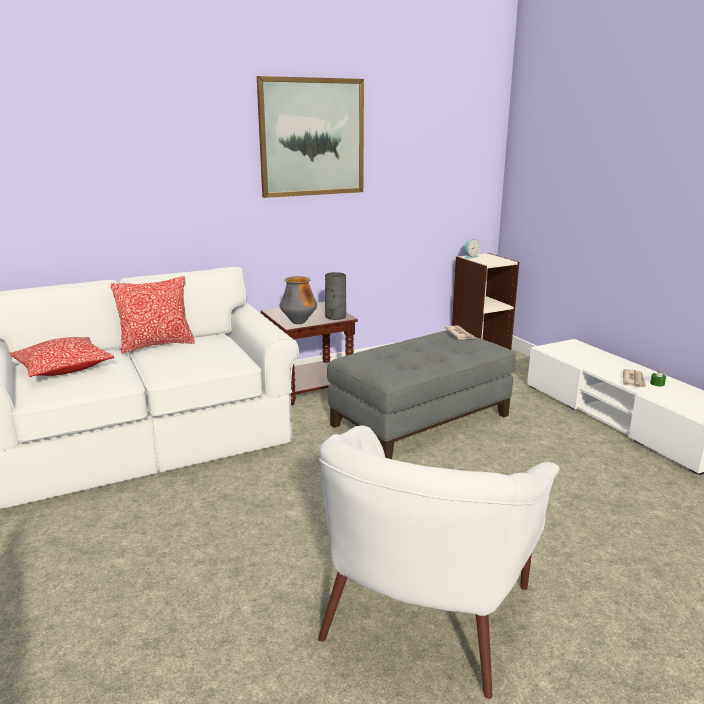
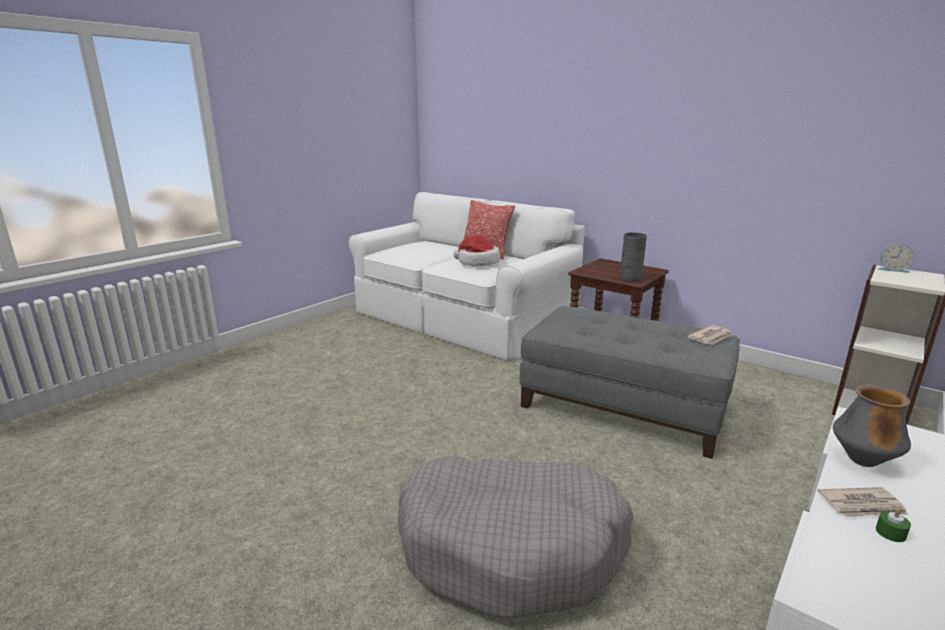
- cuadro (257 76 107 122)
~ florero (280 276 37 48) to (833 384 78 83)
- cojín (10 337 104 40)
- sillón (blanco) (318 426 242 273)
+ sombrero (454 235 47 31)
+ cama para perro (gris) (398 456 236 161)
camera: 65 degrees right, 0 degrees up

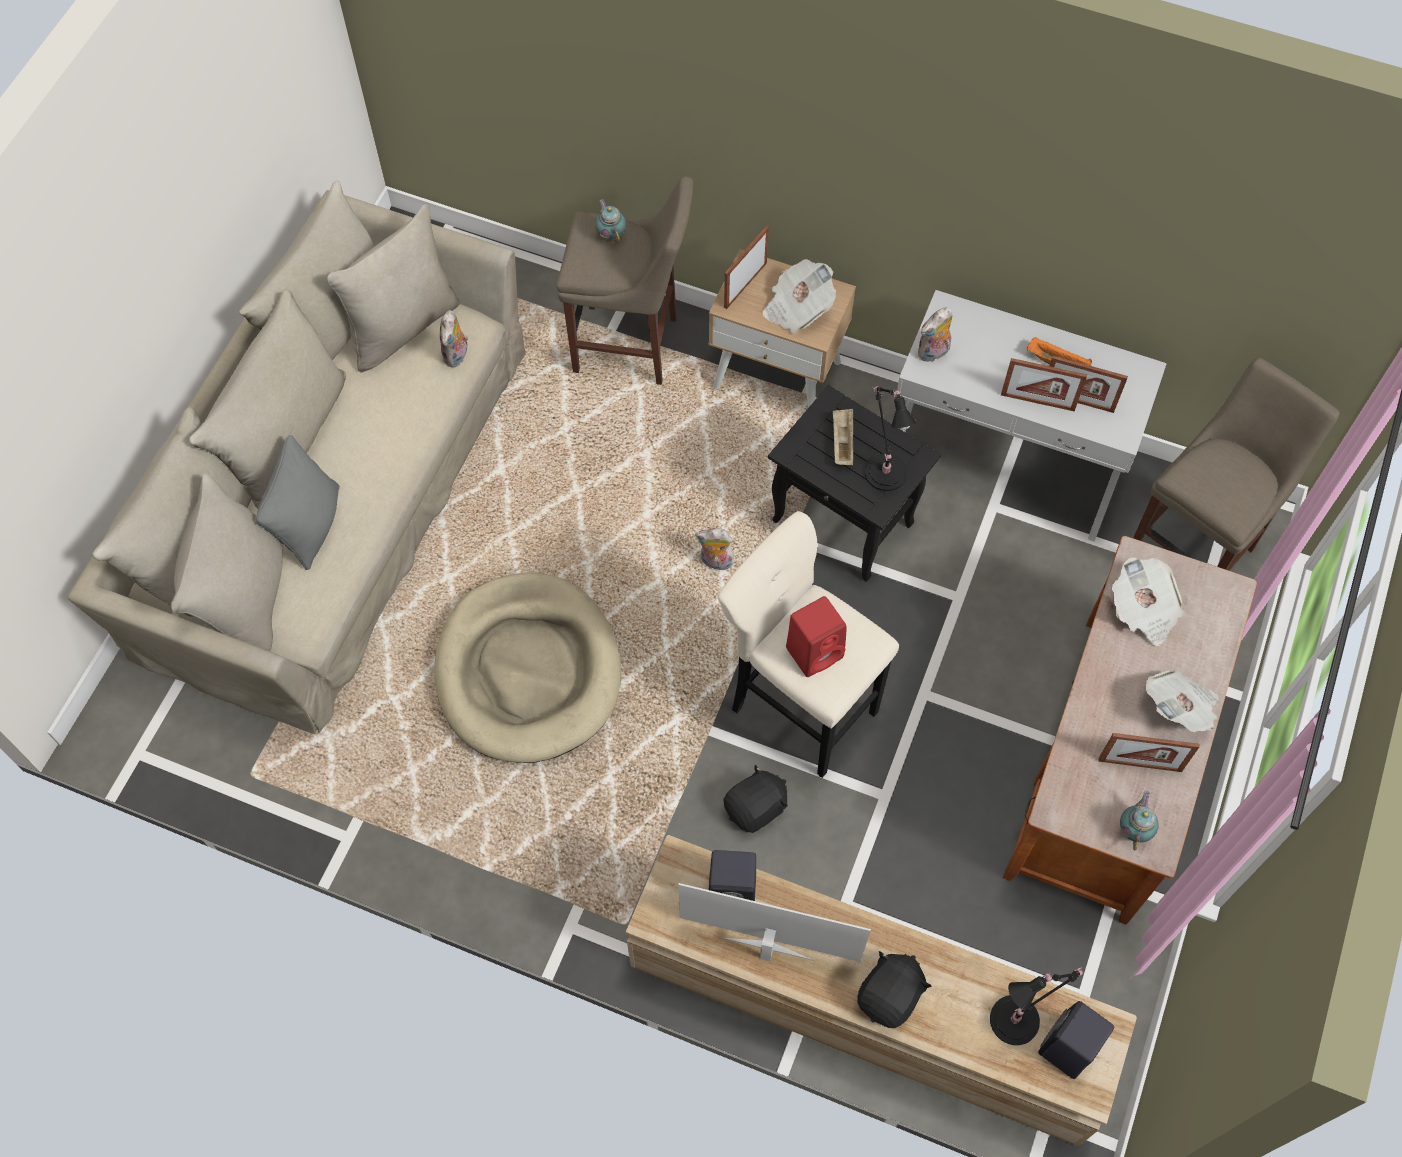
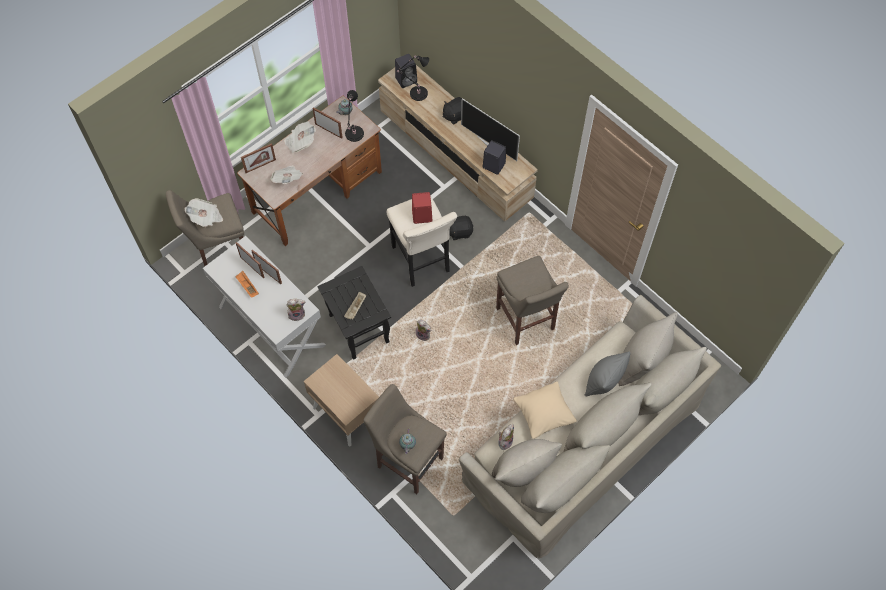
~ portarretratos (724 226 45 83) to (241 143 35 30)
~ periódico (762 259 74 75) to (185 198 38 29)
~ lámpara de mesa (negro) (864 386 53 105) to (345 90 19 52)
~ cama para perro (beis) (434 573 187 190) to taburete (beis) (496 256 73 89)
+ cojín (beis) (513 382 64 57)
camera: 155 degrees left, 0 degrees up

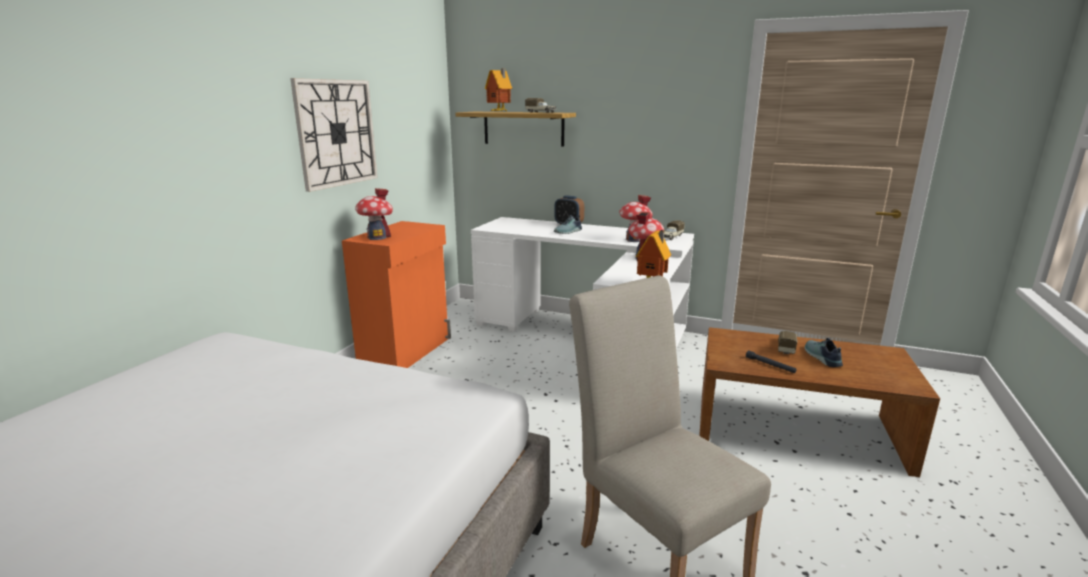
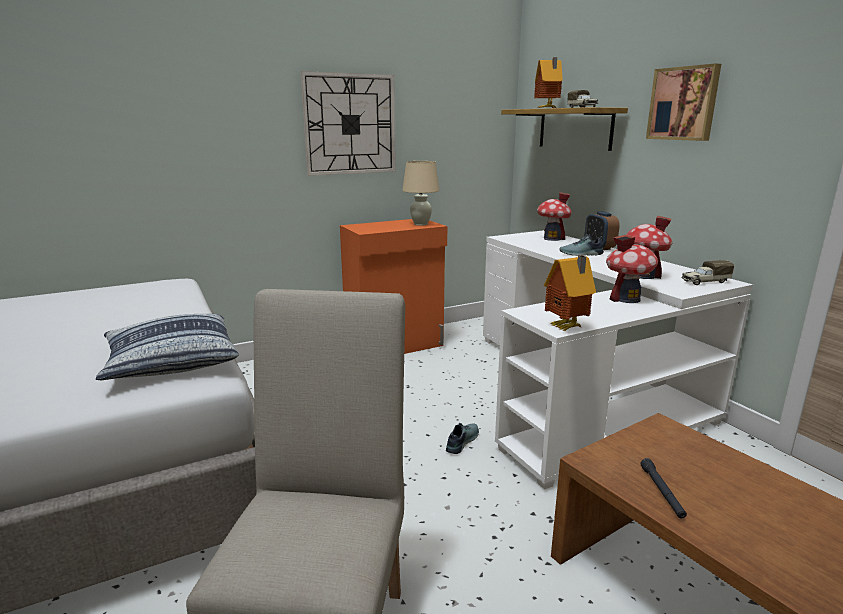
~ casita (355 188 38 52) to (537 192 35 49)
- camión de juguete (778 331 20 24)
~ zapato (805 338 38 29) to (446 423 33 31)
+ cuadro (646 63 75 78)
+ lámpara de mesa (beis) (402 161 37 65)
+ cojín (96 314 143 66)
camera: 40 degrees right, 0 degrees up

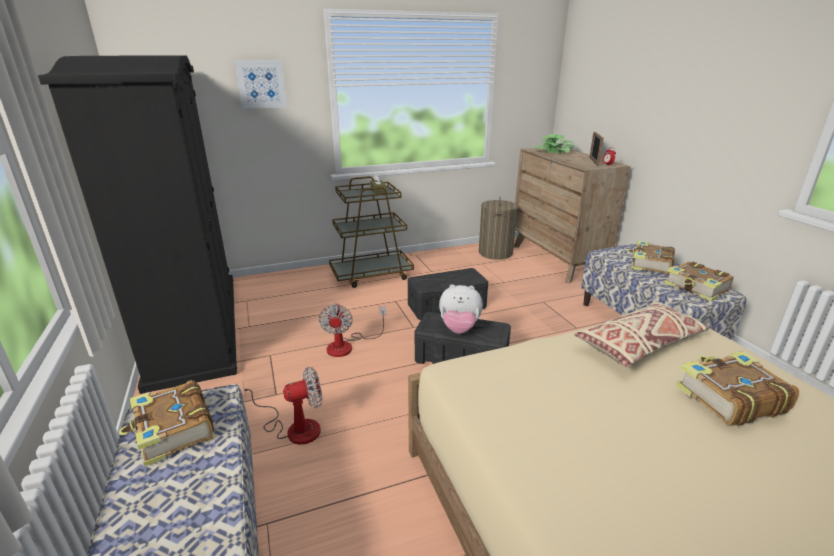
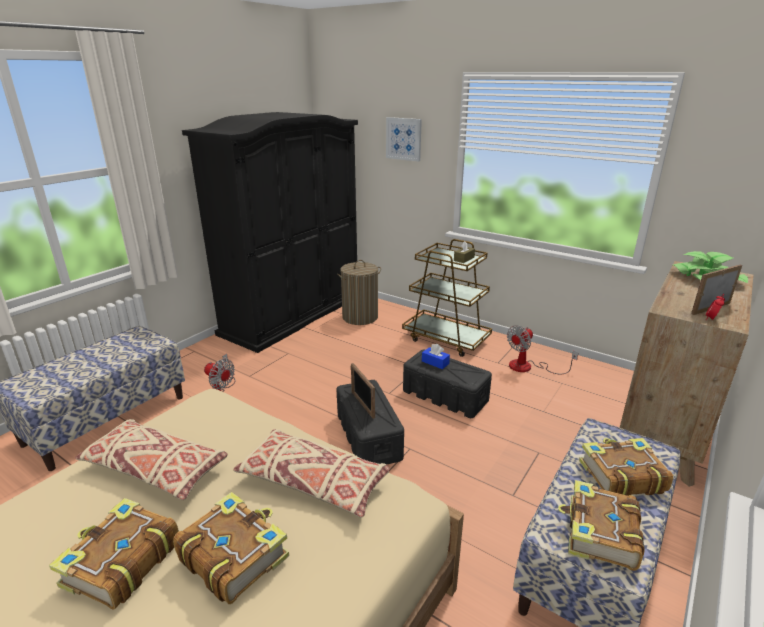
~ cesto de la ropa (479 197 39 63) to (337 260 44 65)
~ peluche (439 284 44 50) to portarretratos (351 363 24 56)
~ ventilador (319 303 67 54) to (507 325 71 49)
~ libro (119 380 95 87) to (49 498 130 111)
+ caja de pañuelos (azul) (422 344 28 25)
+ cojín (beis) (75 419 153 81)
camera: 55 degrees right, 0 degrees up

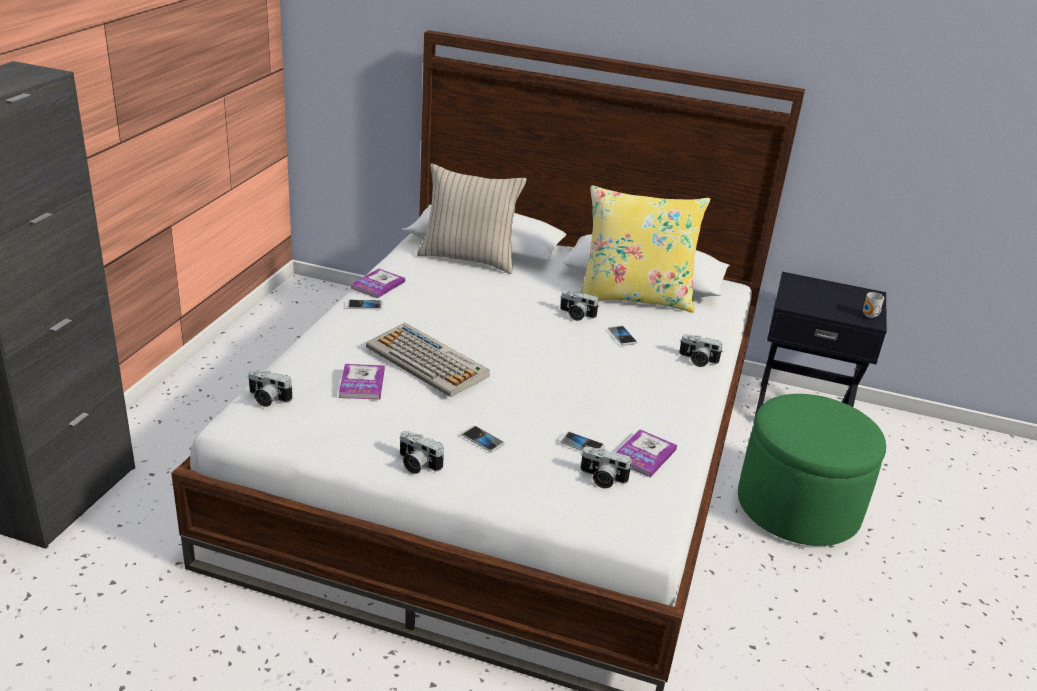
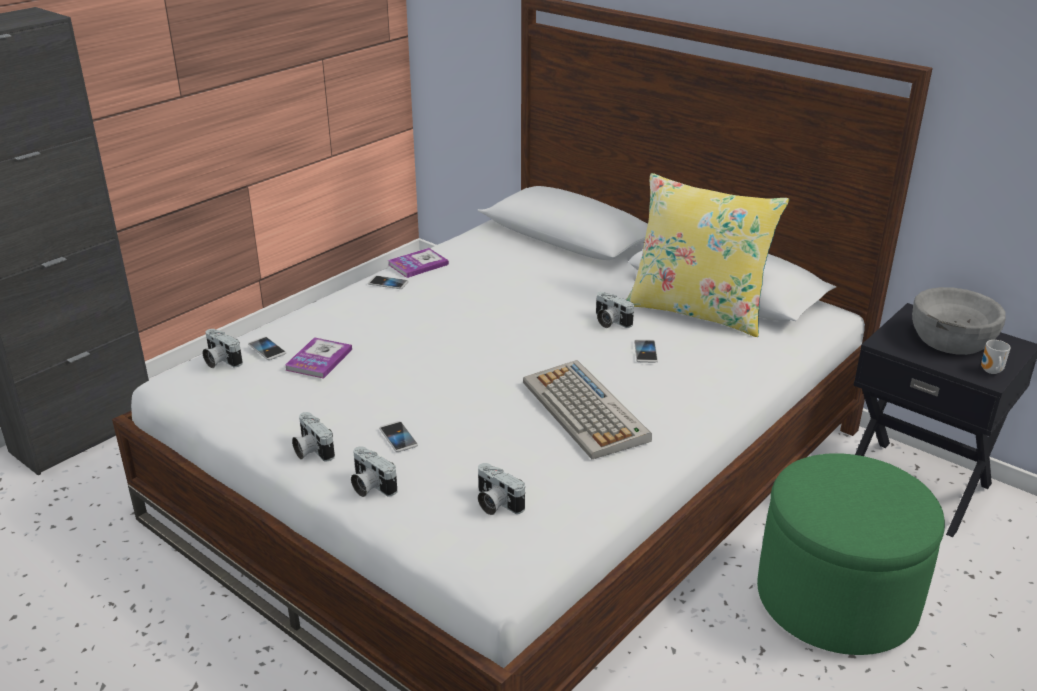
- cojín (beis) (417 164 110 110)
~ teclado (366 323 124 74) to (523 360 129 99)
~ cámara (679 334 44 33) to (351 446 46 51)
- libro (616 429 61 48)
~ móvil (559 432 46 19) to (248 337 38 23)
+ cuenco (gris) (912 287 94 68)
camera: 25 degrees right, 0 degrees up

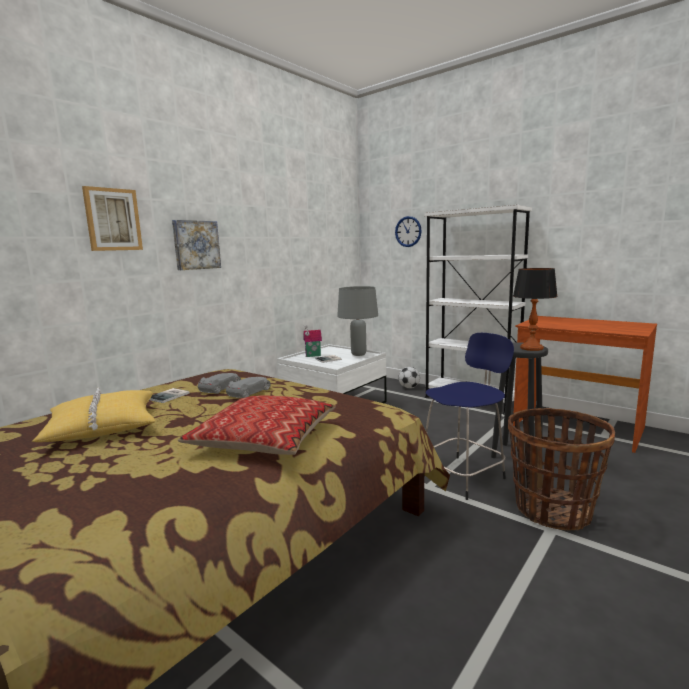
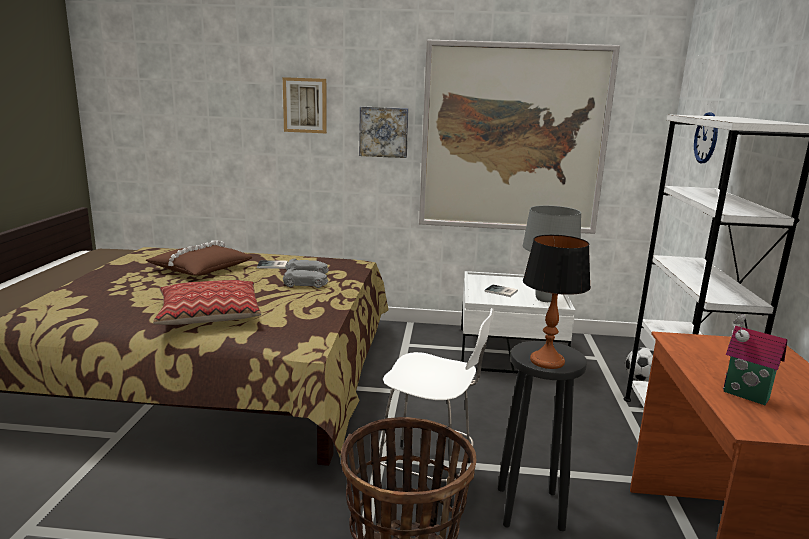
~ casita (303 325 19 32) to (723 313 65 92)
~ taburete (azul) (425 333 89 167) to taburete (blanco) (379 308 115 199)
~ cojín (amarillo) (32 387 124 55) to cojín (marrón) (146 240 107 35)
+ cuadro (419 40 201 194)
camera: 55 degrees right, 5 degrees up

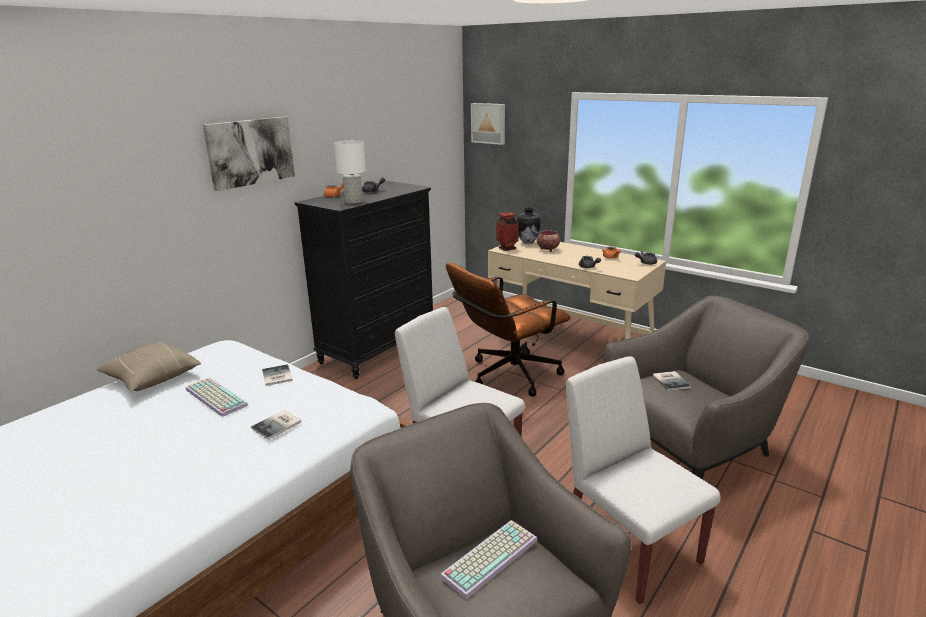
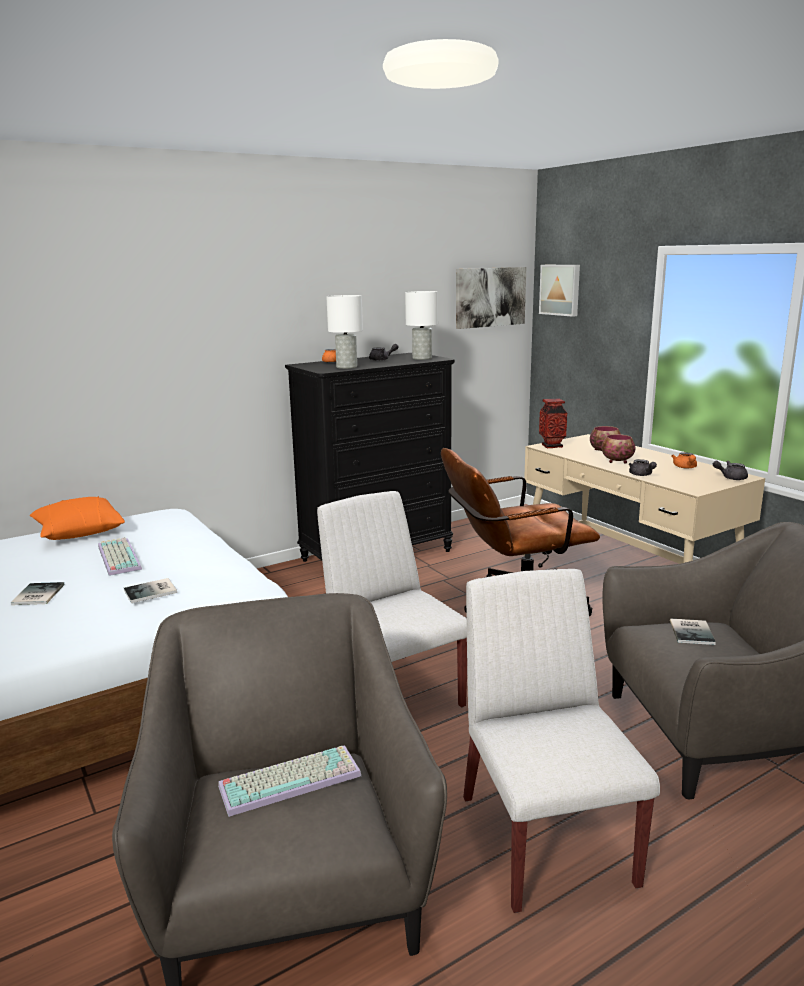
~ cuadro (203 116 92 75) to (456 267 70 62)
- florero (517 208 23 36)
~ cojín (beis) (96 342 105 49) to cojín (naranja) (30 496 95 44)
~ libro (262 364 31 22) to (11 582 54 23)
+ lámpara de mesa (blanco) (405 291 33 69)
+ cuenco (601 434 35 30)
camera: 20 degrees right, 5 degrees down

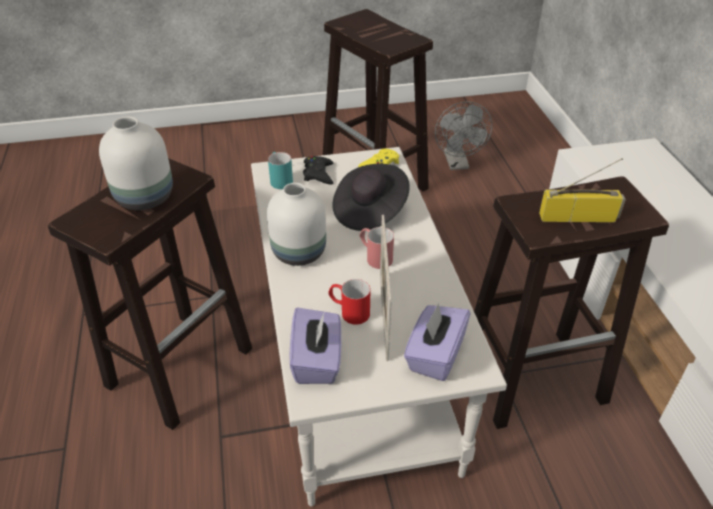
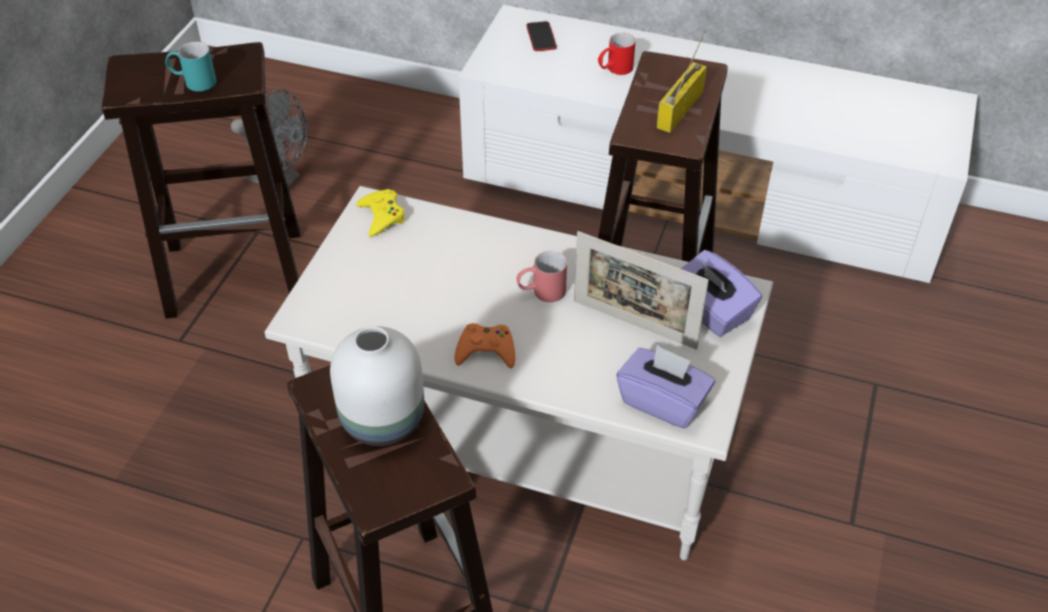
~ taza grande (turquesa) (268 152 25 37) to (166 42 51 49)
- mando de consola (negro) (303 156 30 29)
- sombrero (negro) (332 164 78 67)
~ florero (blanco) (267 183 59 83) to mando de consola (naranja) (454 323 61 45)
~ taza grande (rojo) (328 279 42 46) to (598 33 38 42)
+ móvil (526 21 31 30)
camera: 60 degrees left, 5 degrees up

